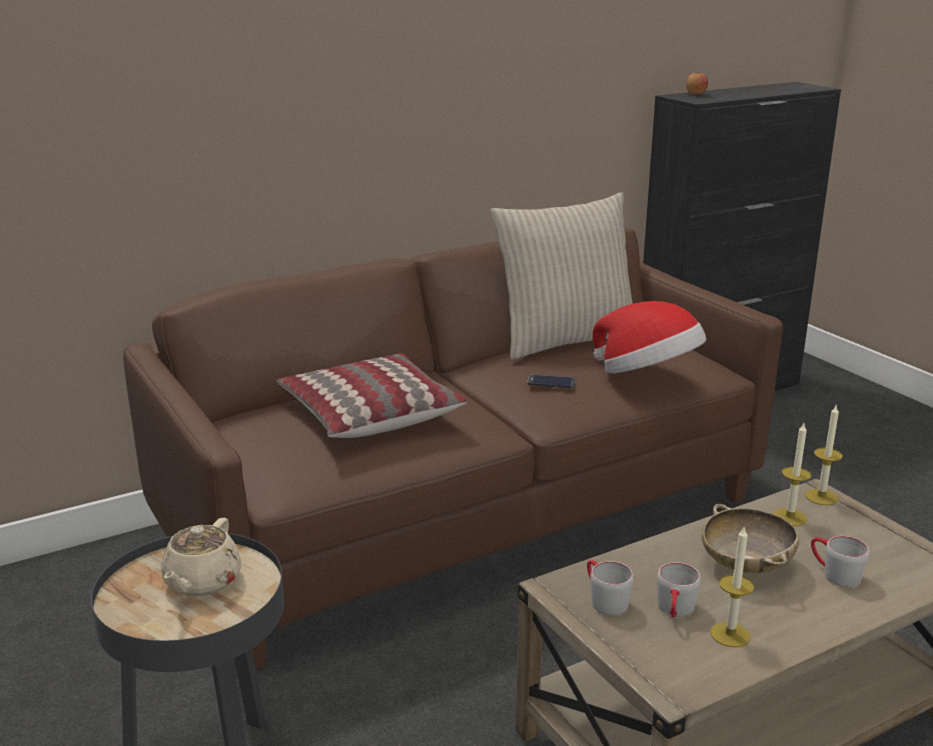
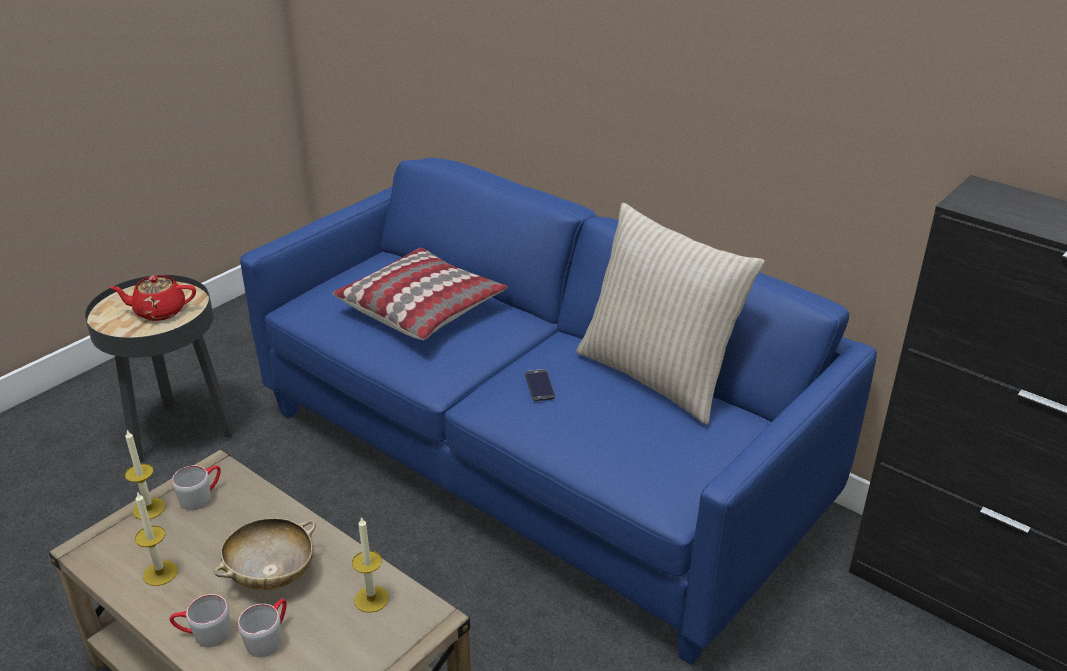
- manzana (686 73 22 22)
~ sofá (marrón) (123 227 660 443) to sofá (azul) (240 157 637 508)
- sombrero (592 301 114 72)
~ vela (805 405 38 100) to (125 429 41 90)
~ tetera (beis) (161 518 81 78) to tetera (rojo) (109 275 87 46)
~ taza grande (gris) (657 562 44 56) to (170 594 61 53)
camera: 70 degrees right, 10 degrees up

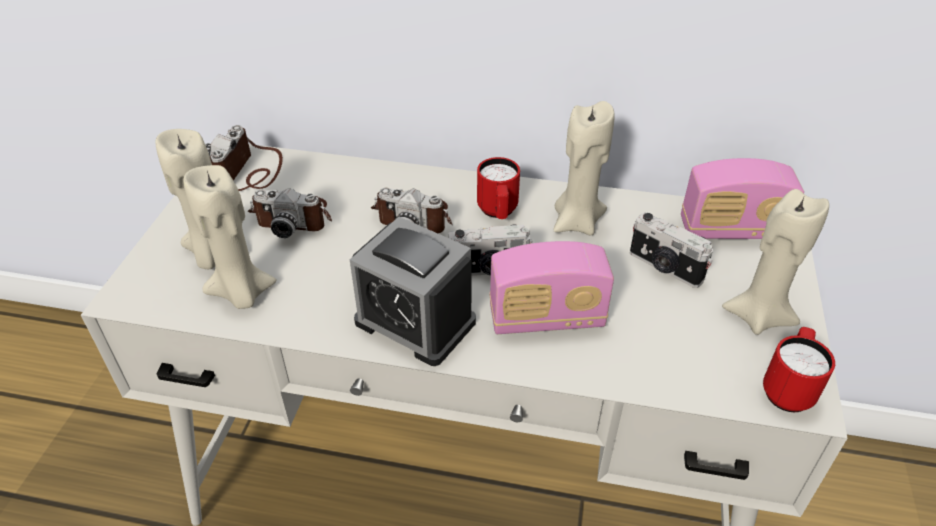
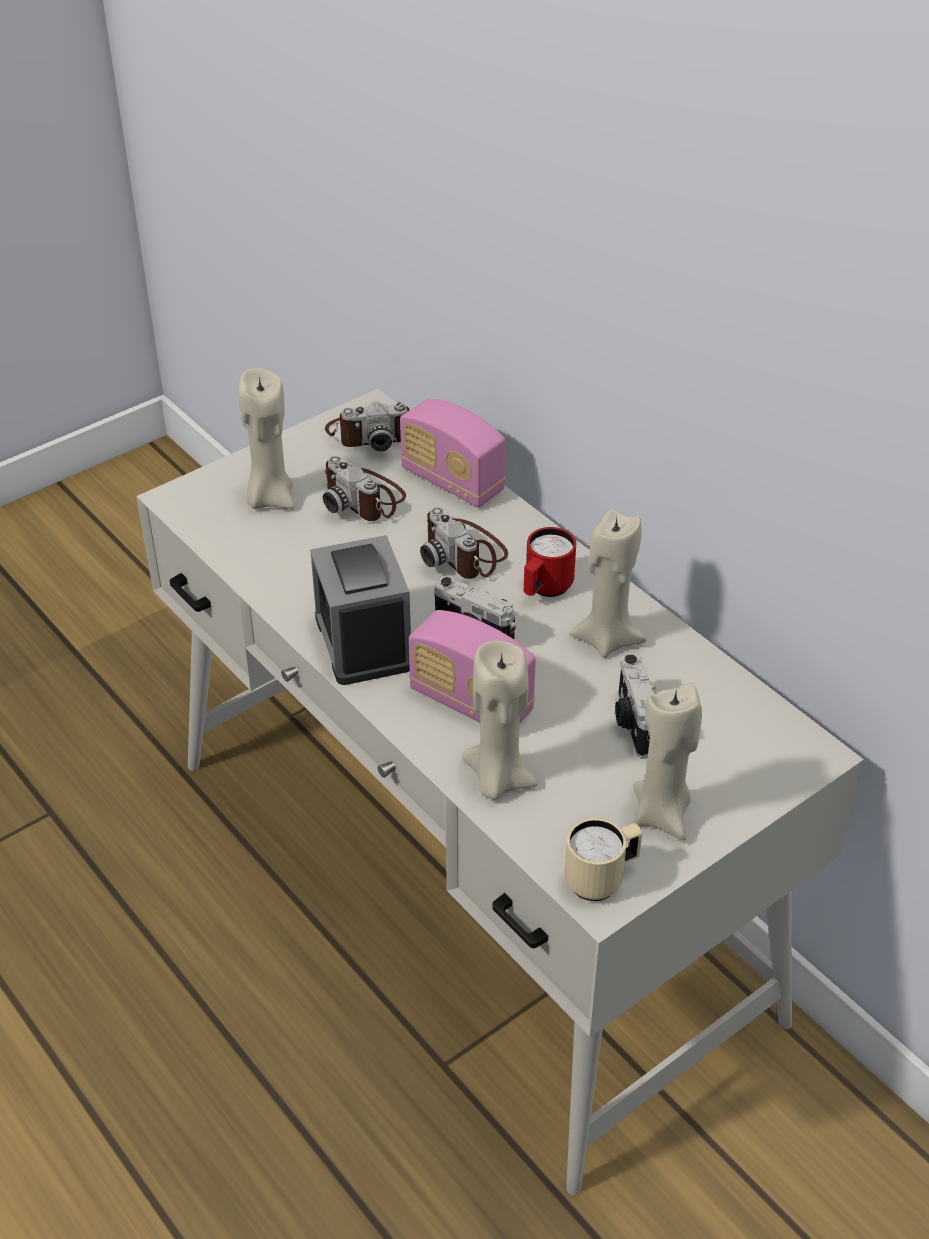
~ cámara (205 125 78 66) = (325 402 84 50) 150 degrees counterclockwise
~ radio (681 158 123 81) to (400 399 106 108)
~ vela (beis) (183 165 94 144) to (462 640 76 160)
~ taza grande (rojo) (763 327 72 85) to taza grande (beis) (565 818 77 83)
camera: 40 degrees right, 0 degrees up

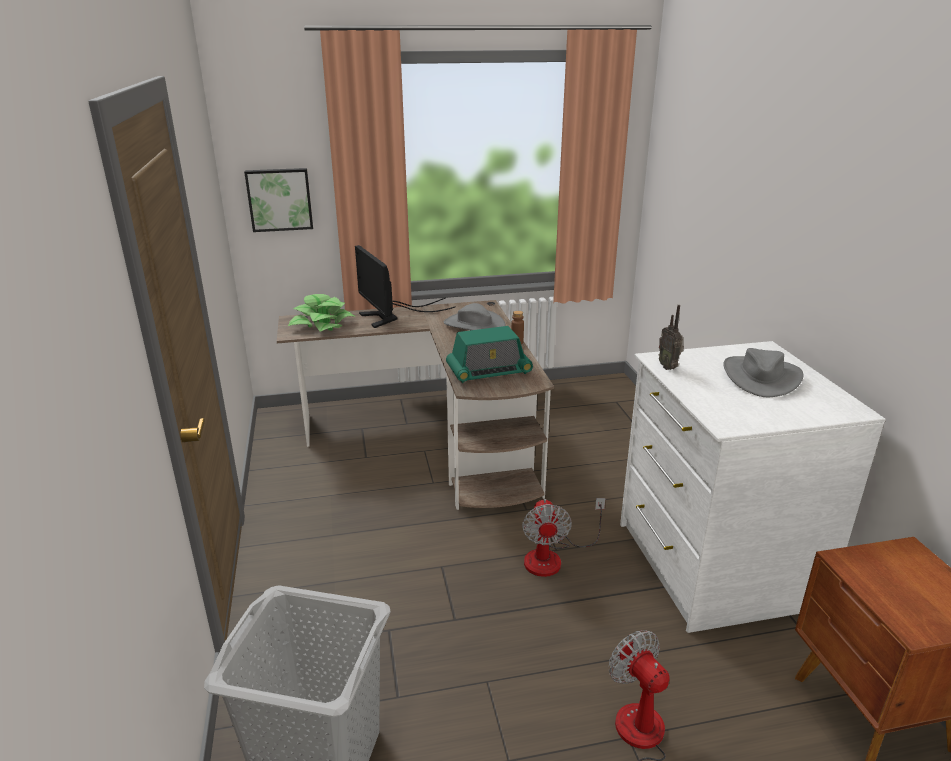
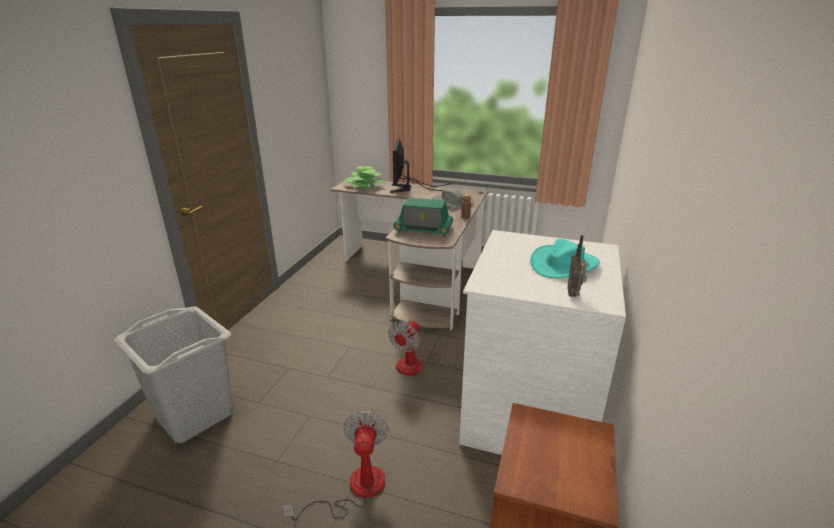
- cuadro (244 168 69 64)
~ radio (659 305 25 65) to (568 235 19 62)
~ sombrero (gris) (723 348 80 49) to sombrero (turquesa) (530 239 70 39)
camera: 30 degrees right, 0 degrees up

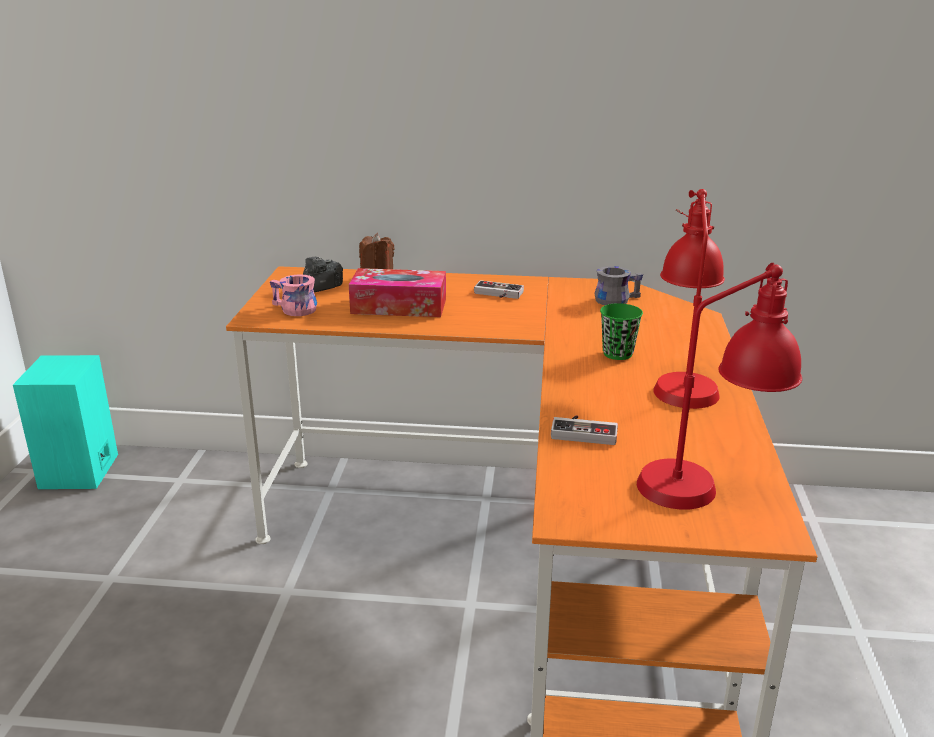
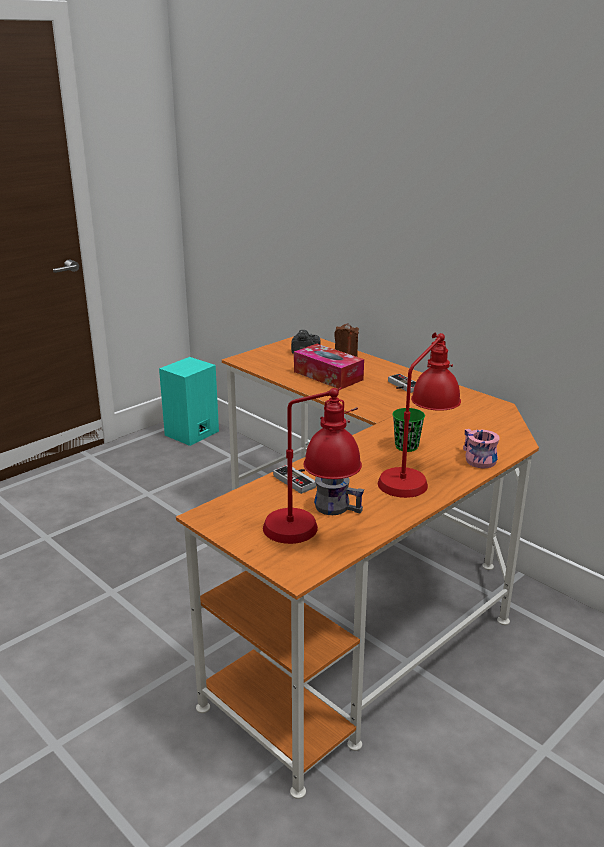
~ taza grande (gris) (594 266 49 39) to (314 477 50 38)
~ taza grande (rosa) (270 275 47 41) to (463 429 37 39)
camera: 40 degrees right, 0 degrees up

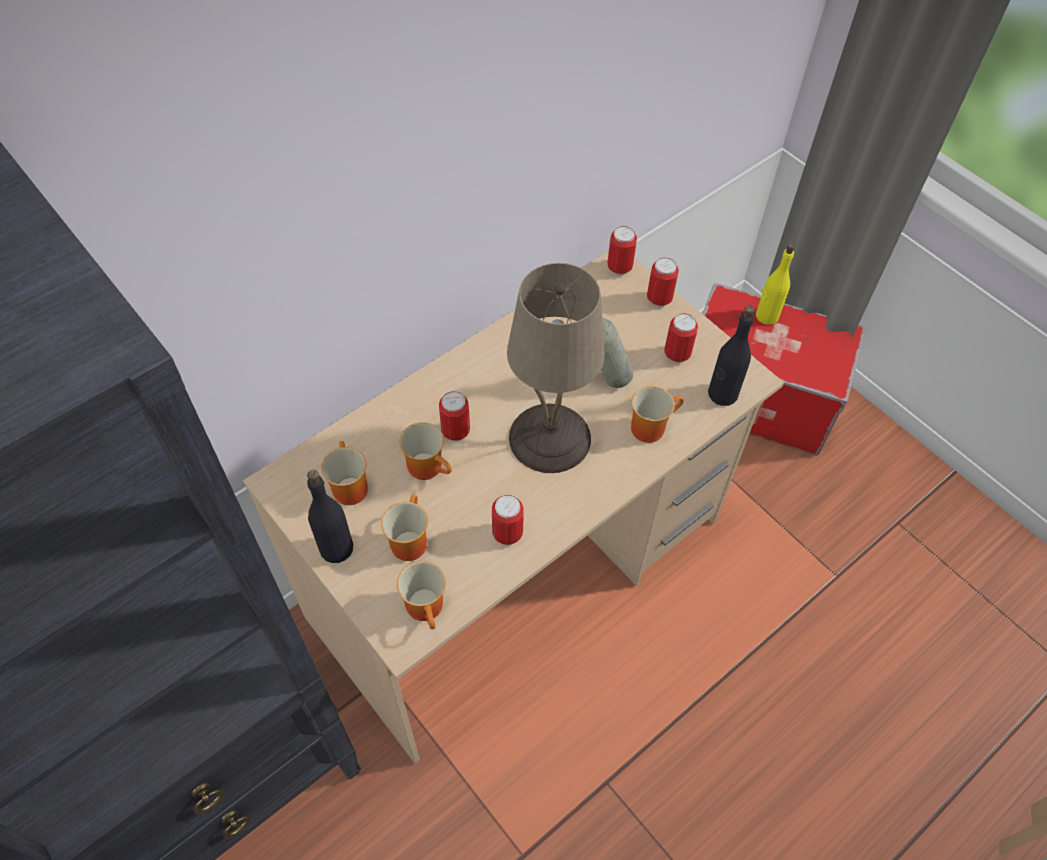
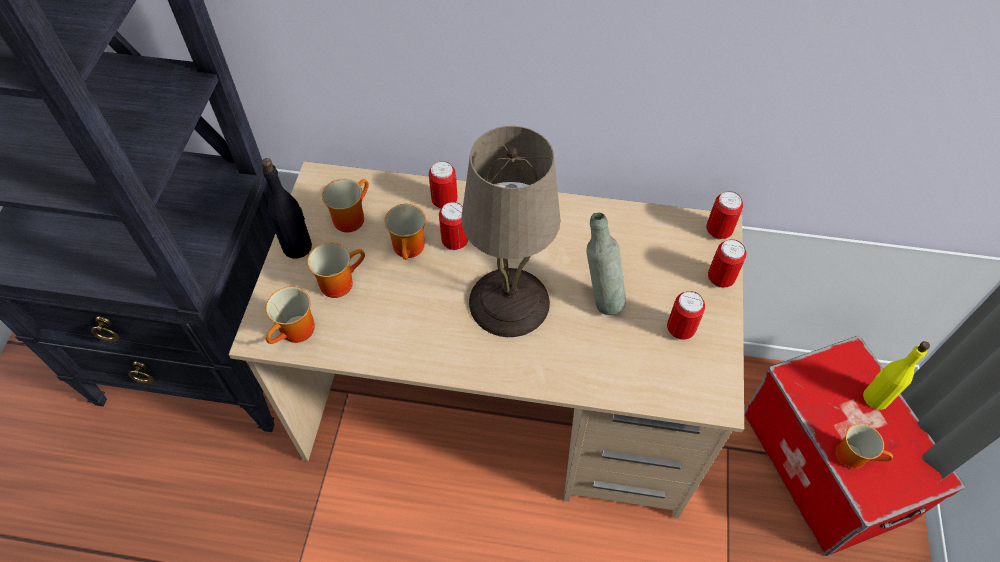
- botella (negro) (708 305 47 101)
~ taza grande (631 386 53 57) to (835 424 58 45)
~ lata (492 495 32 50) to (429 161 29 48)
camera: 50 degrees right, 0 degrees up

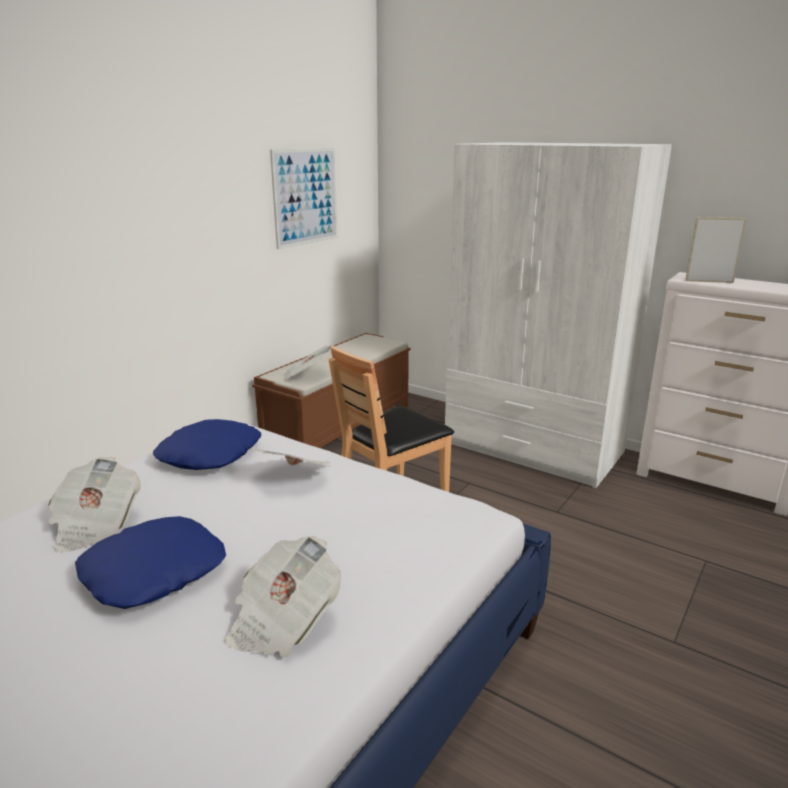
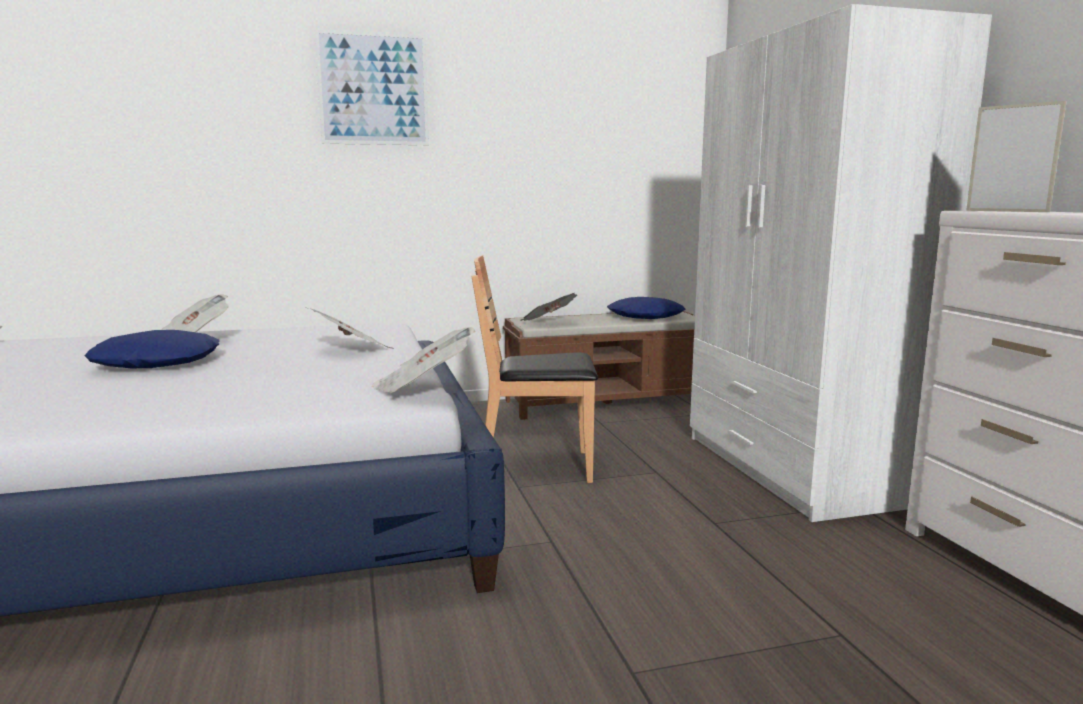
~ cuadro (270 148 68 101) to (315 29 114 116)
~ cojín (azul) (153 419 108 51) to (607 297 79 22)
~ periódico (226 536 115 121) to (372 327 103 67)
camera: 40 degrees right, 10 degrees down

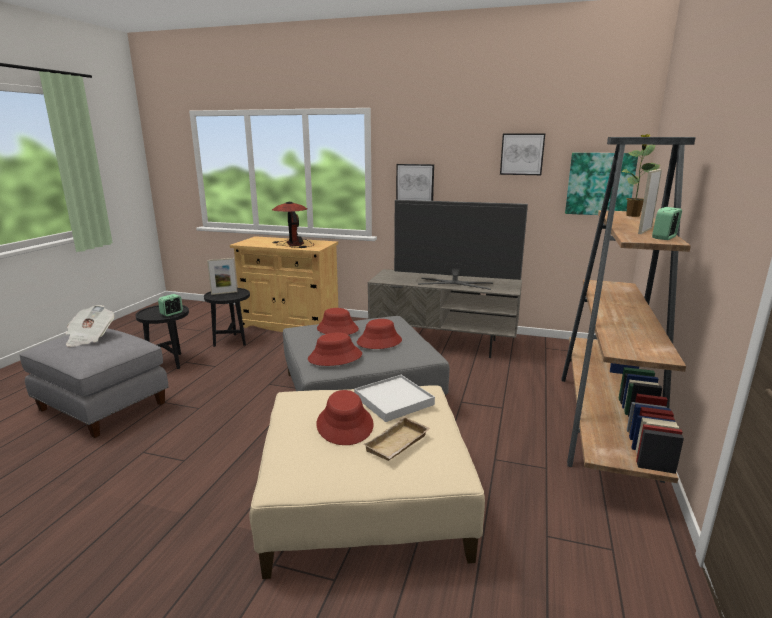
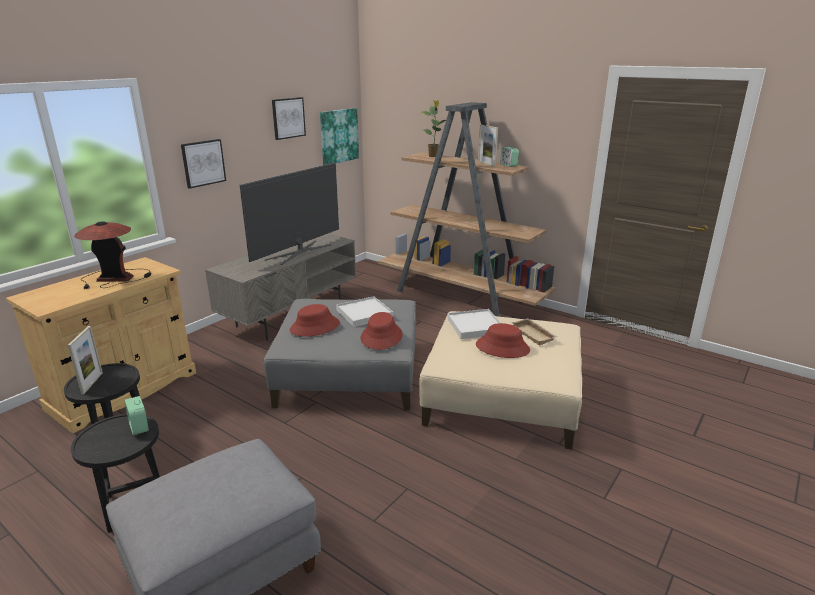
- periódico (66 305 48 42)
~ sombrero (rojo) (357 319 45 30) to bandeja (blanco) (336 296 57 31)
camera: 70 degrees left, 5 degrees up

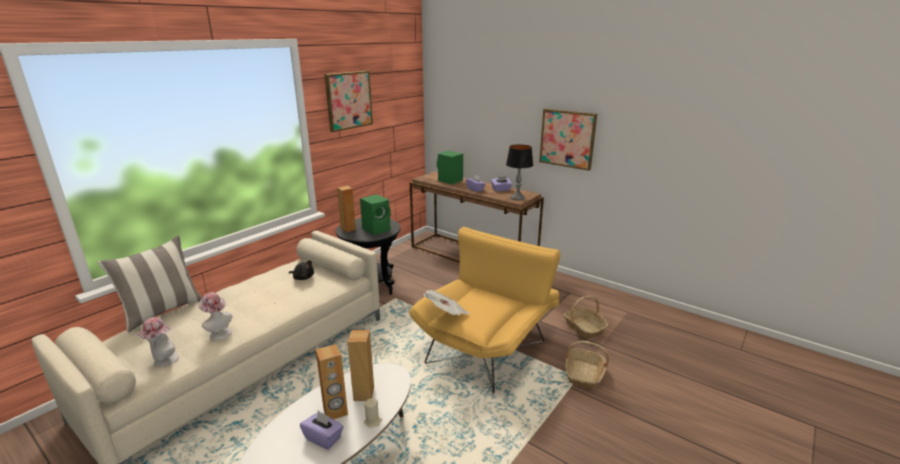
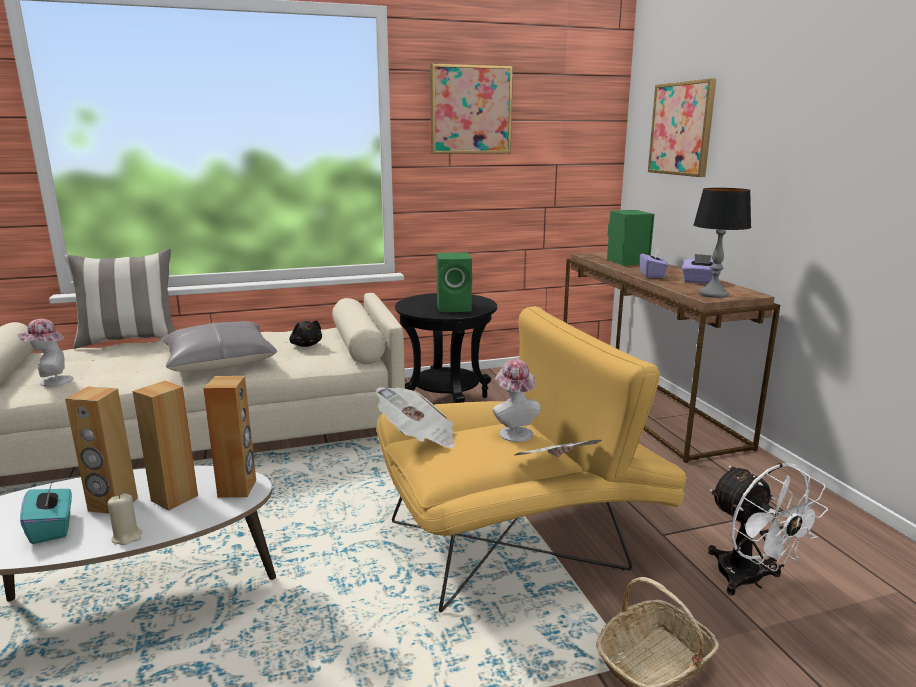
~ cuadro (539 109 58 62) to (648 79 68 98)
~ altavoz (marrón) (337 186 19 46) to (203 376 53 122)
~ sombrero (198 292 34 48) to (493 359 48 83)
~ cesta (564 296 44 43) to ventilador (blanco) (708 463 120 132)
~ caja de pañuelos (morado) (300 411 44 39) to caja de pañuelos (turquesa) (20 480 52 64)
+ cojín (gris) (160 321 117 51)
+ periódico (512 440 90 17)
camera: 35 degrees right, 5 degrees down

